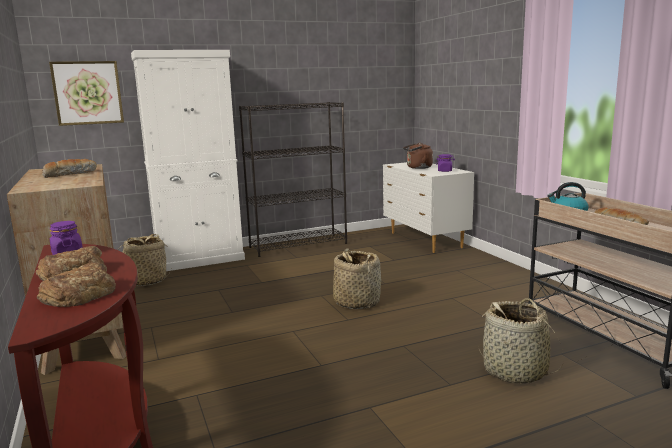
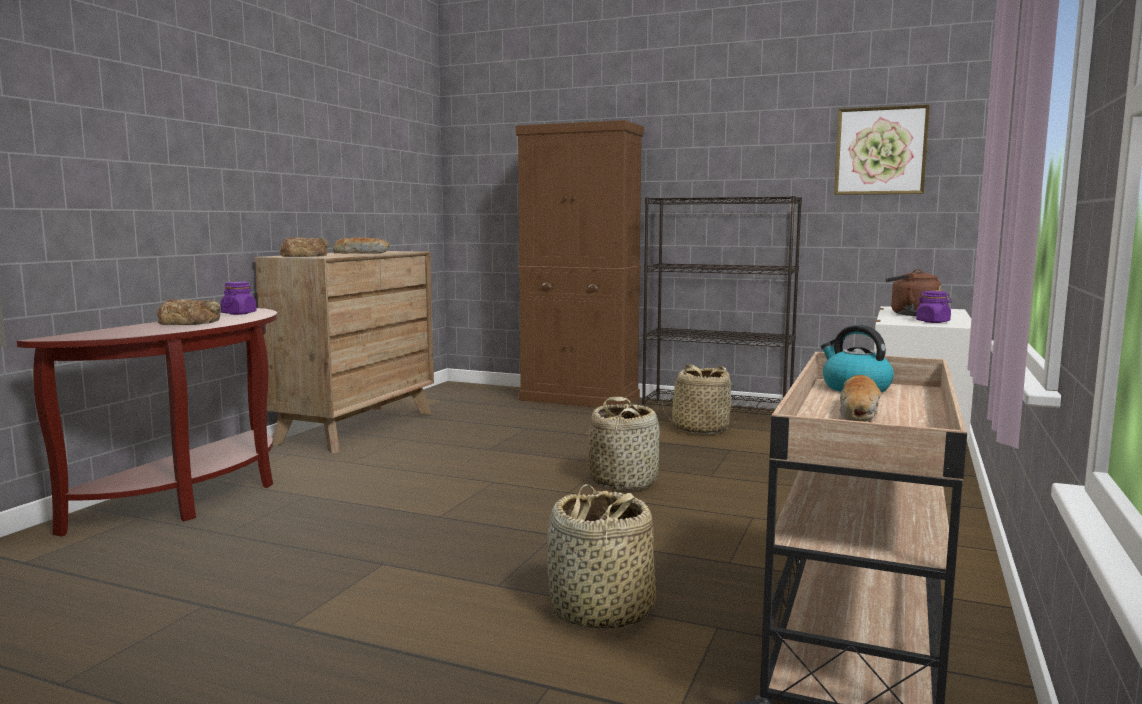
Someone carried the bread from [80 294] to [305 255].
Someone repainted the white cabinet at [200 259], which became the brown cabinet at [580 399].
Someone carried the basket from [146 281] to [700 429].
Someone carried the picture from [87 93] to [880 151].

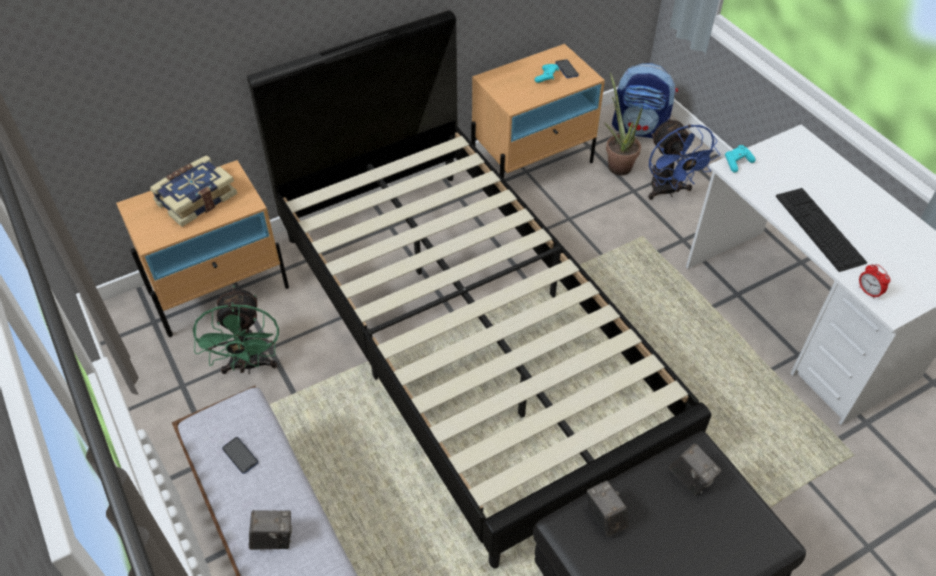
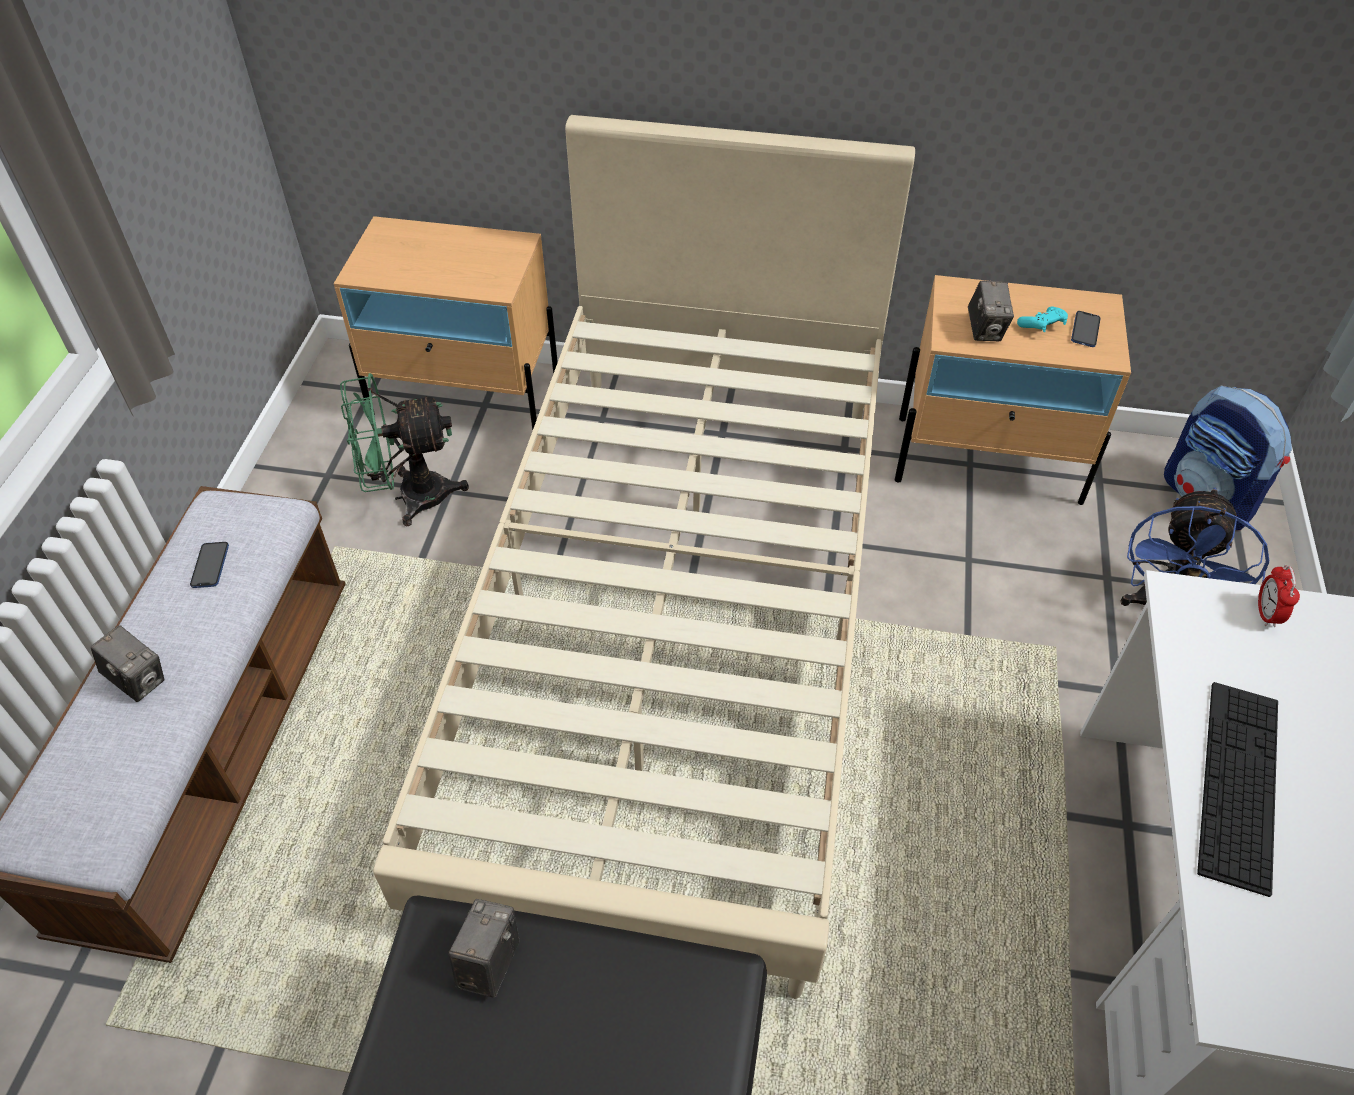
Someone rotated the green fan at [249 365] by 45 degrees clockwise.
Someone repainted the black bed at [467 336], which became the beige bed at [677 624].
Someone carried the photo camera from [691 478] to [985 330].
Someone carried the alarm clock from [868 292] to [1266 614].
Someone took away the book at [195 198].
Someone took away the potted plant at [617 164].
Someone took away the turquoise game controller at [737 162].

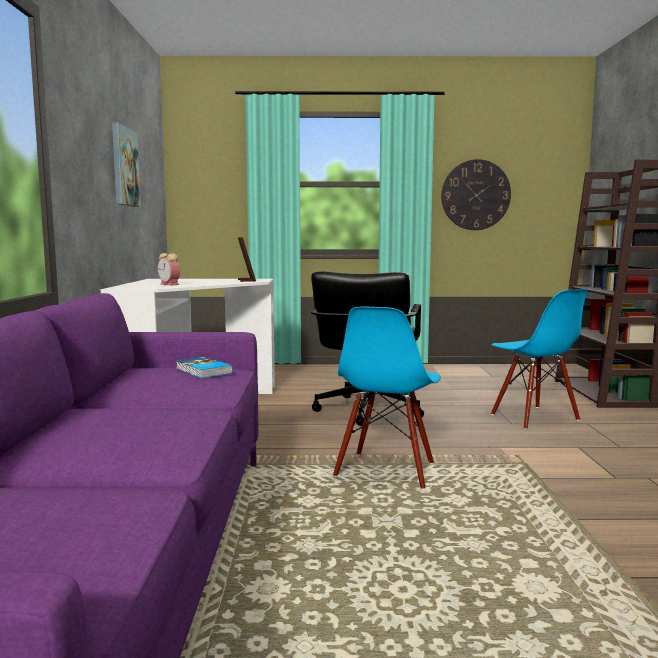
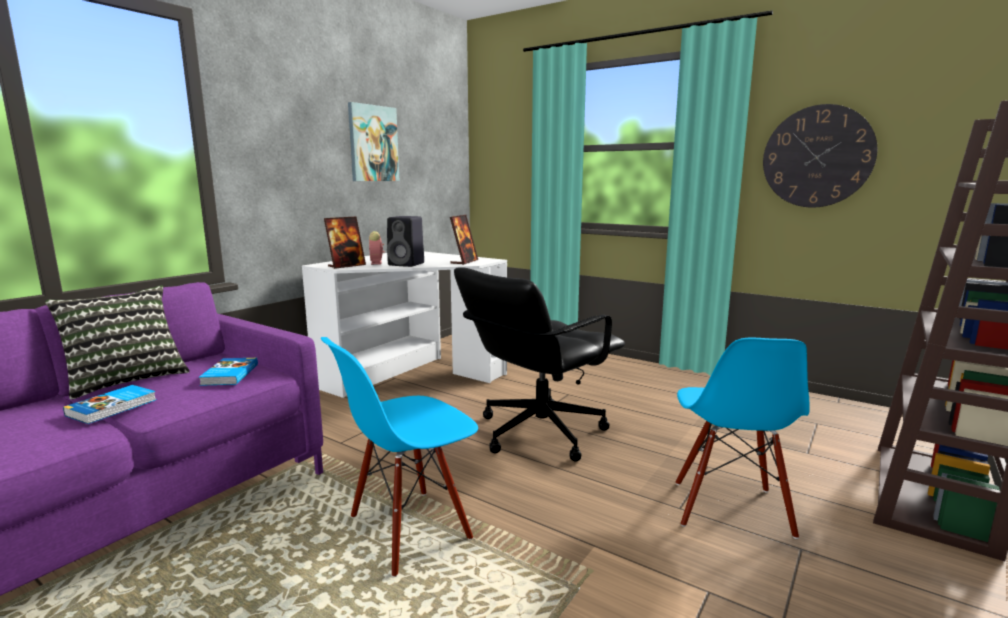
Someone put down the pillow at [126 379].
Someone put down the book at [113 407].
Someone put down the picture frame at [346 266].
Someone put down the black speaker at [407 264].

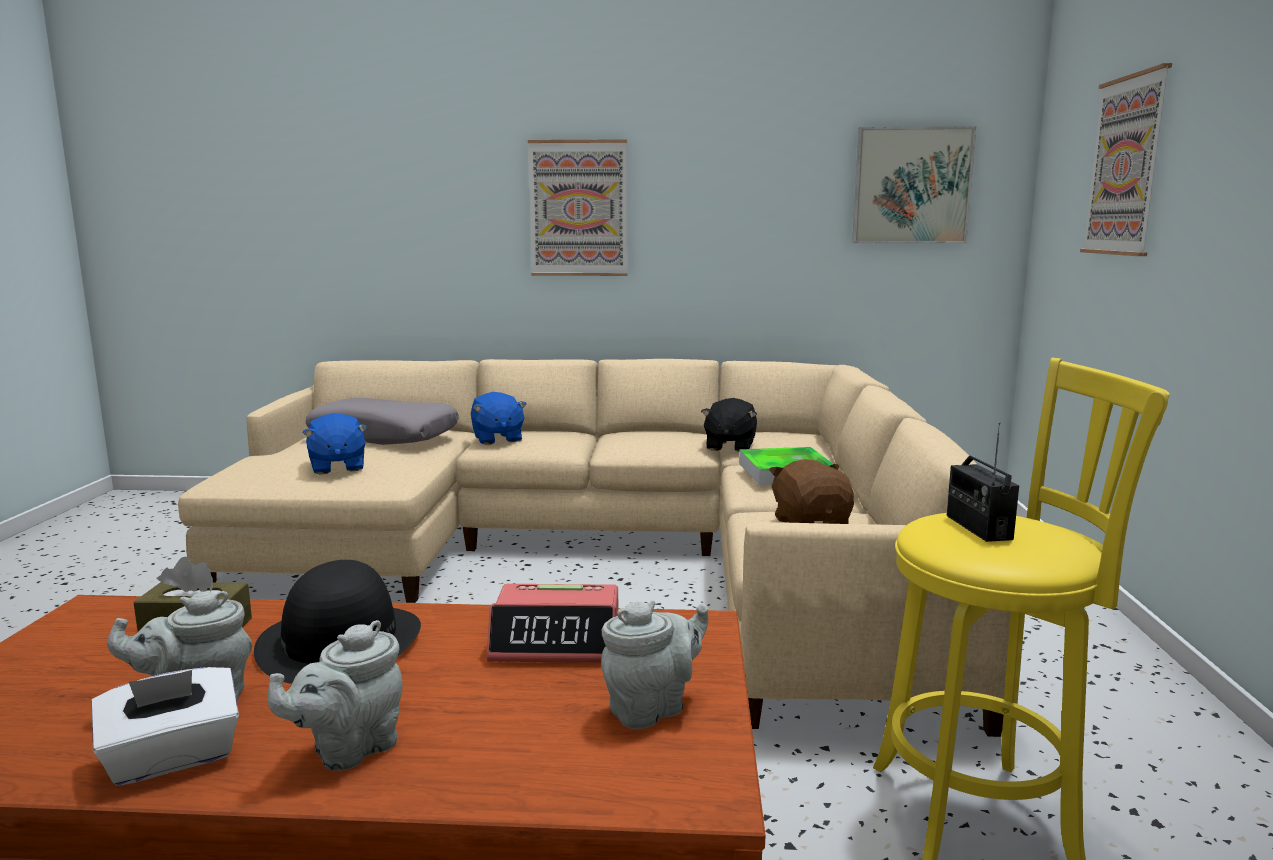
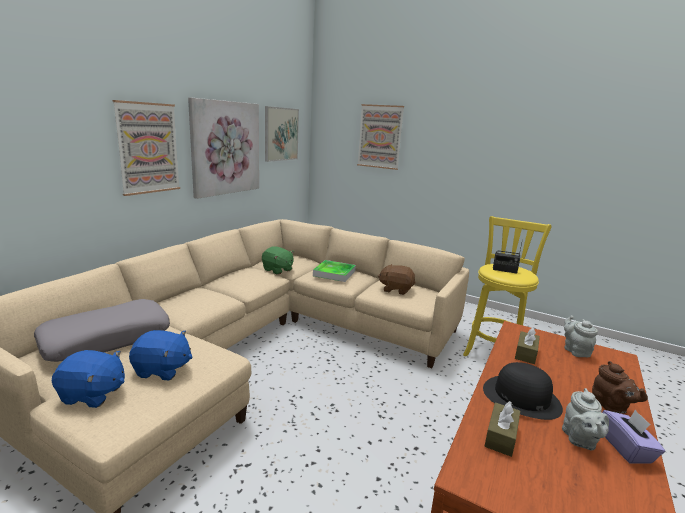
Someone carried the blue plush toy from [497 439] to [93 394].
Someone put up the picture at [226 148].
Someone repainted the black plush toy at [729 446], which became the green plush toy at [277 270].
Someone swapped the alarm clock at [557 641] for the brown tissue box at [525 353].
Someone repainted the grey teapot at [349 749], which became the brown teapot at [611 407].
Someone repainted the white tissue box at [173 758], which became the purple tissue box at [626 448].

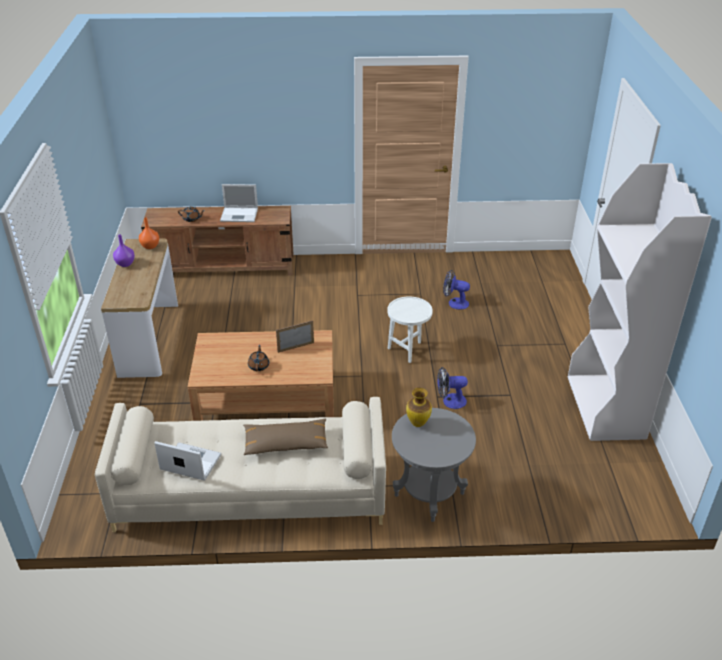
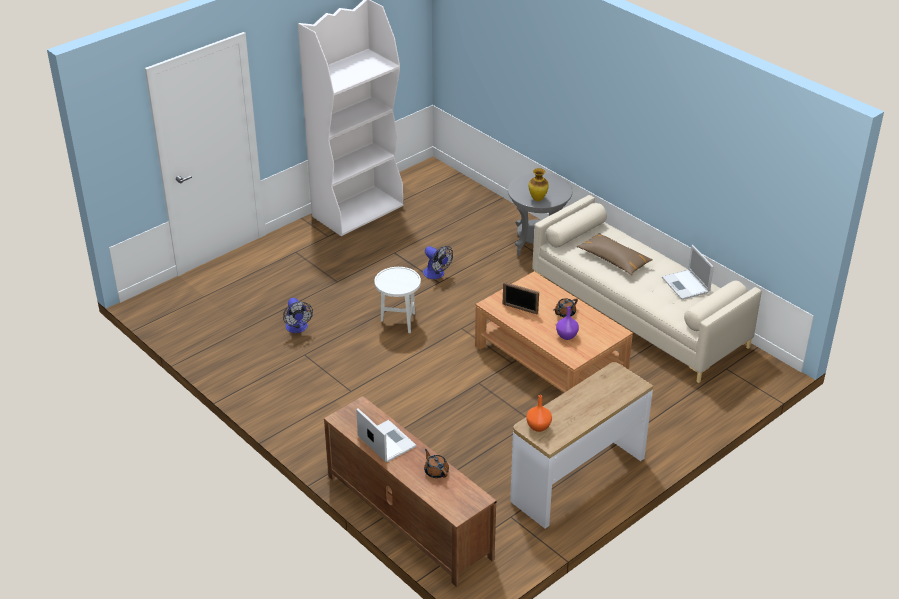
Someone carried the purple vase from [125 263] to [566 336].

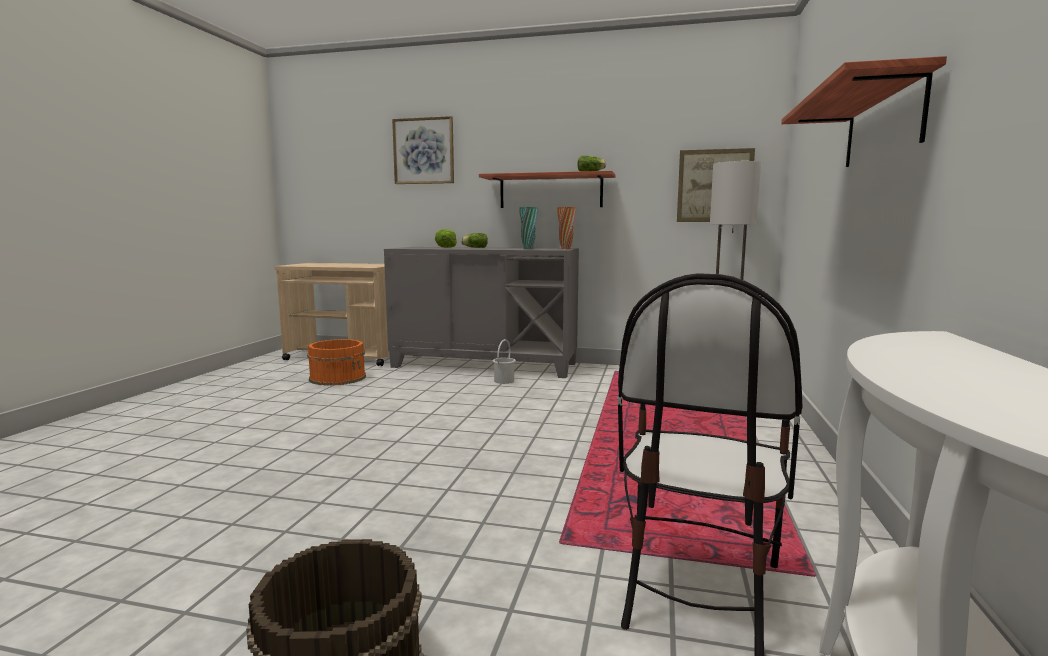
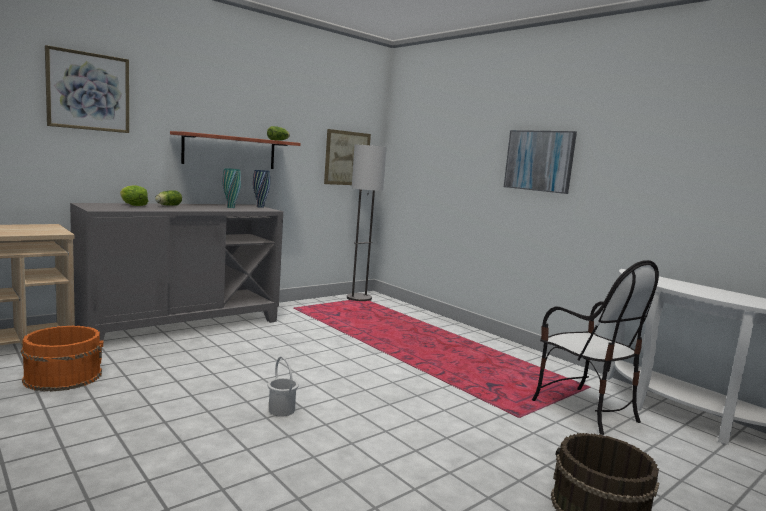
Someone repainted the orange vase at [565 248], which became the blue vase at [260 207].
Someone carried the white bucket from [503 381] to [281 410].
Someone swapped the shelf at [882 124] for the picture at [539 161].

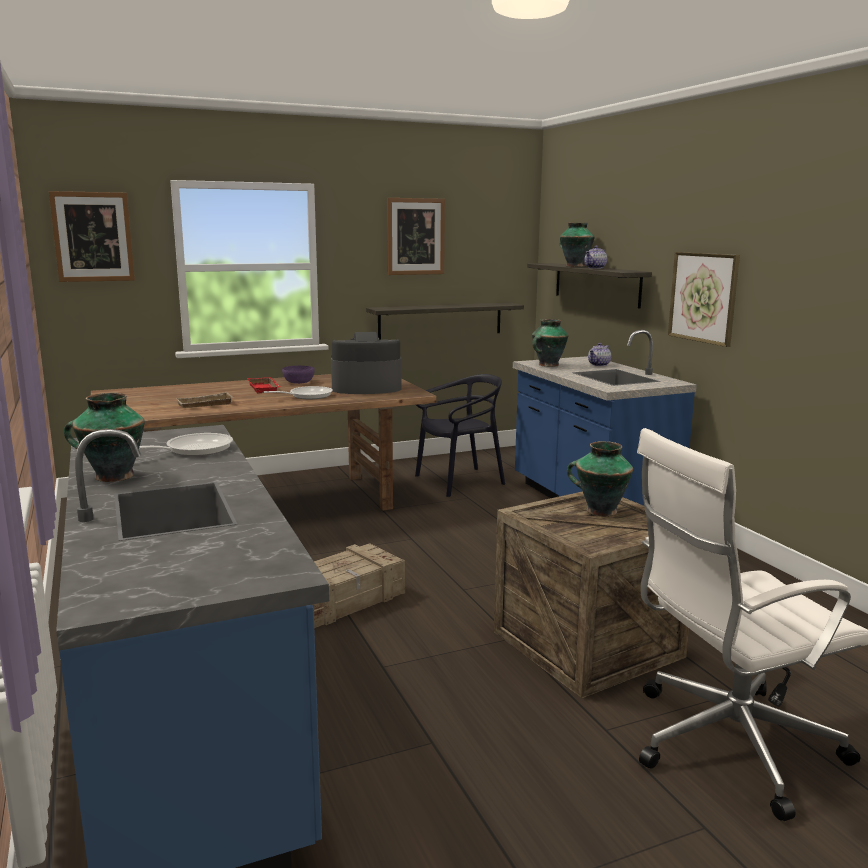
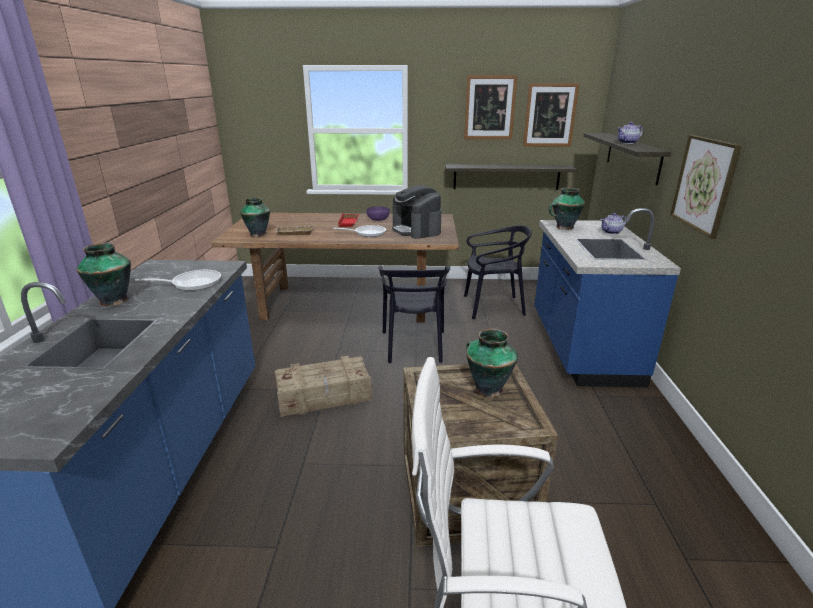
Someone carried the vase from [574 266] to [258 234].
Someone put down the black chair at [414 346].
Someone rotated the coffee machine at [365 388] by 135 degrees counterclockwise.
Someone carried the picture from [93 237] to [550 115].

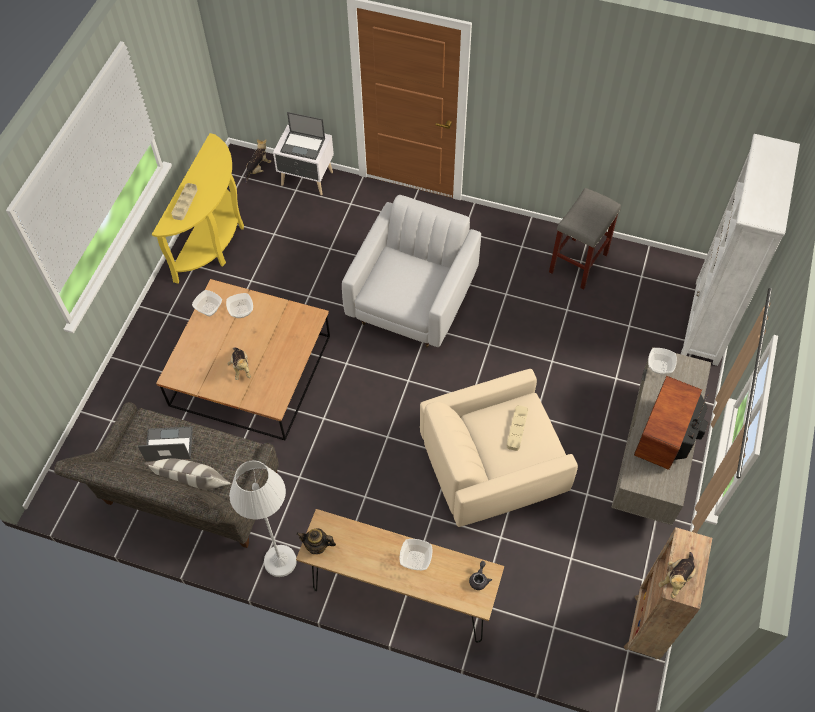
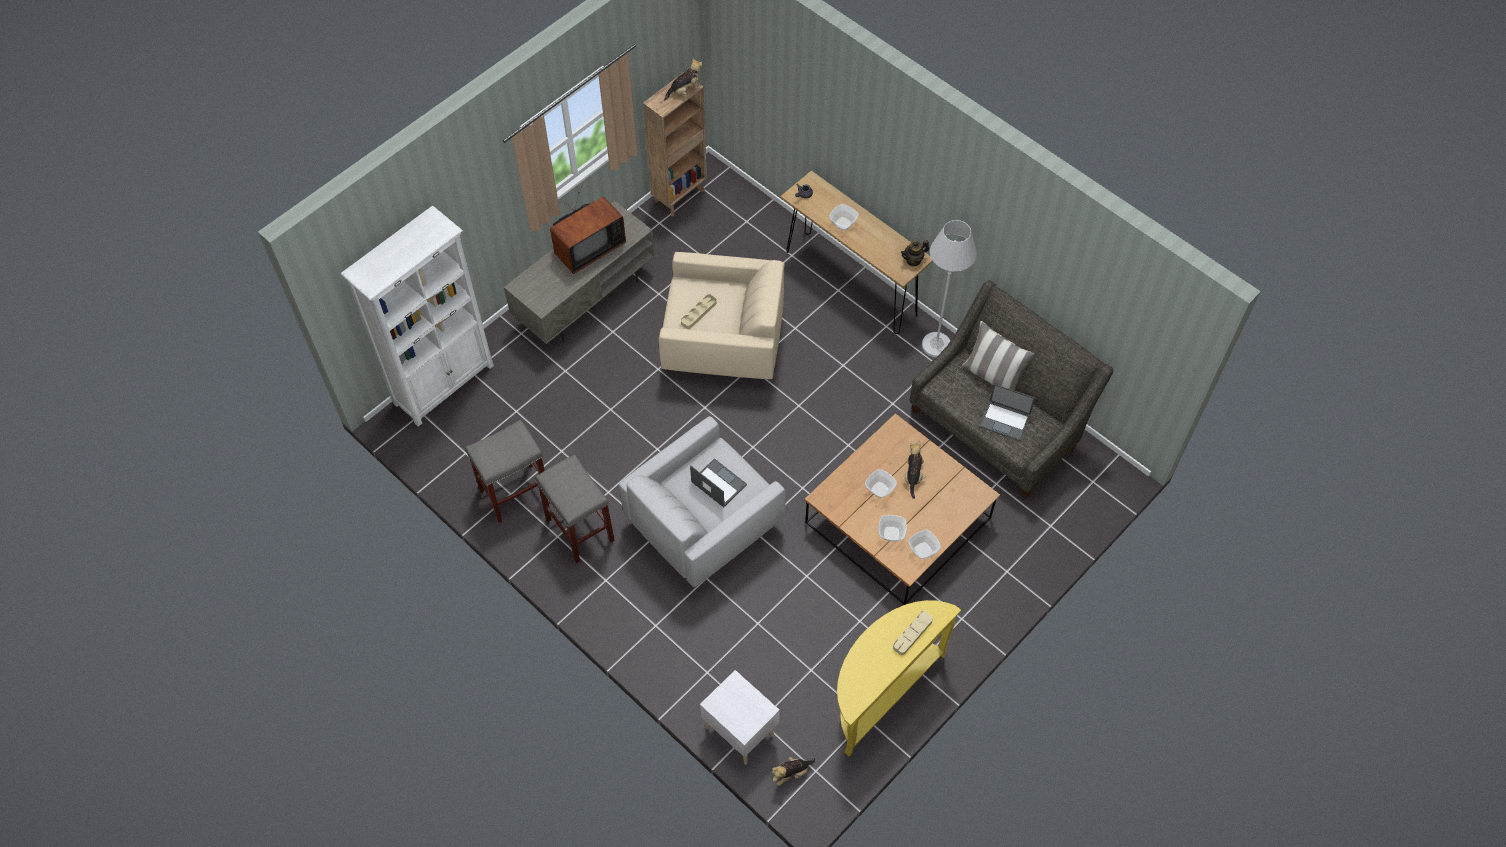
Someone put down the grey stool at [579 529].
Someone carried the laptop from [303 145] to [718 483].
Someone carried the bowl from [659 367] to [880 489].
Someone rotated the teapot at [317 546] by 120 degrees clockwise.

